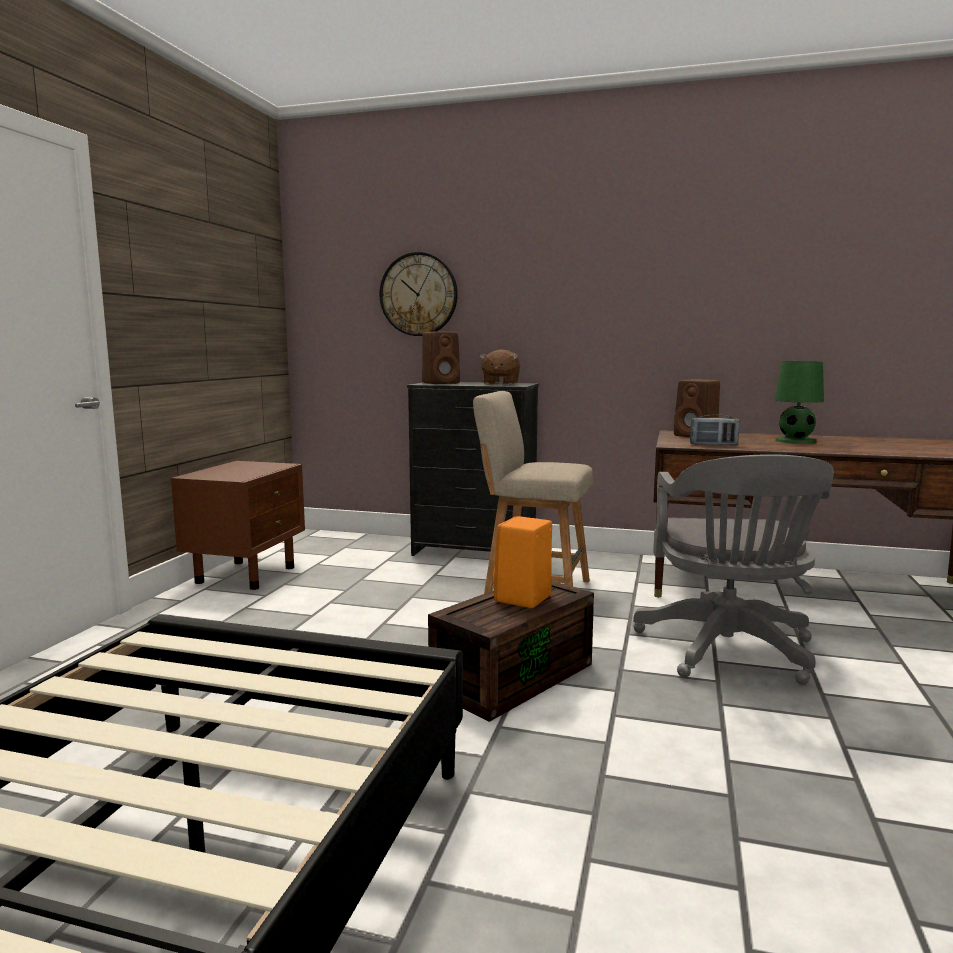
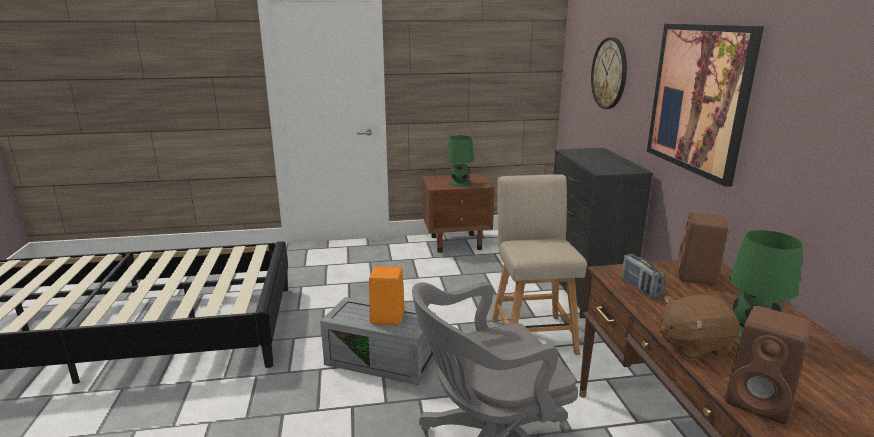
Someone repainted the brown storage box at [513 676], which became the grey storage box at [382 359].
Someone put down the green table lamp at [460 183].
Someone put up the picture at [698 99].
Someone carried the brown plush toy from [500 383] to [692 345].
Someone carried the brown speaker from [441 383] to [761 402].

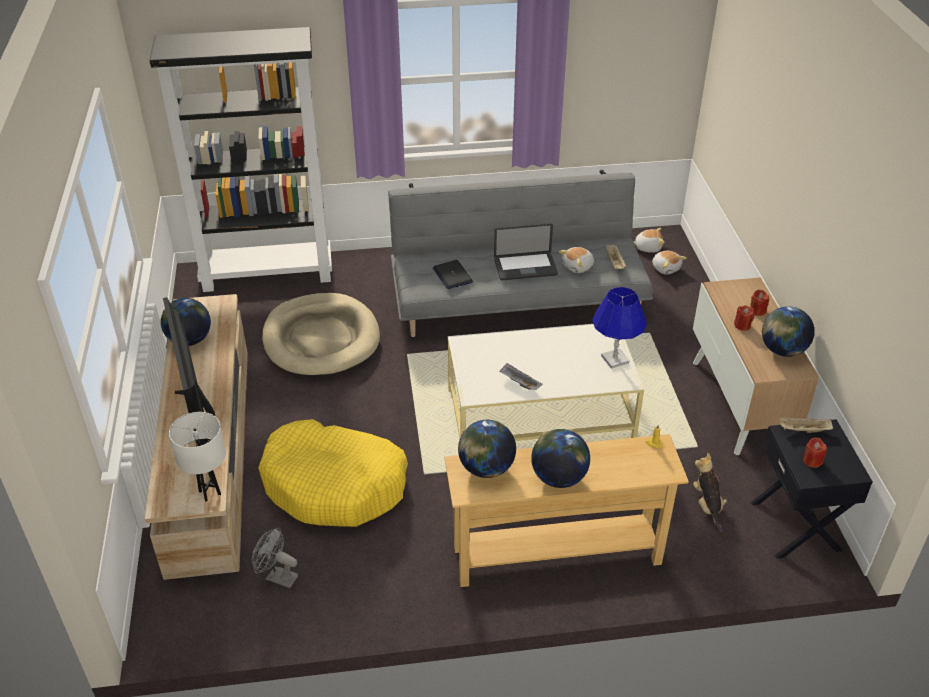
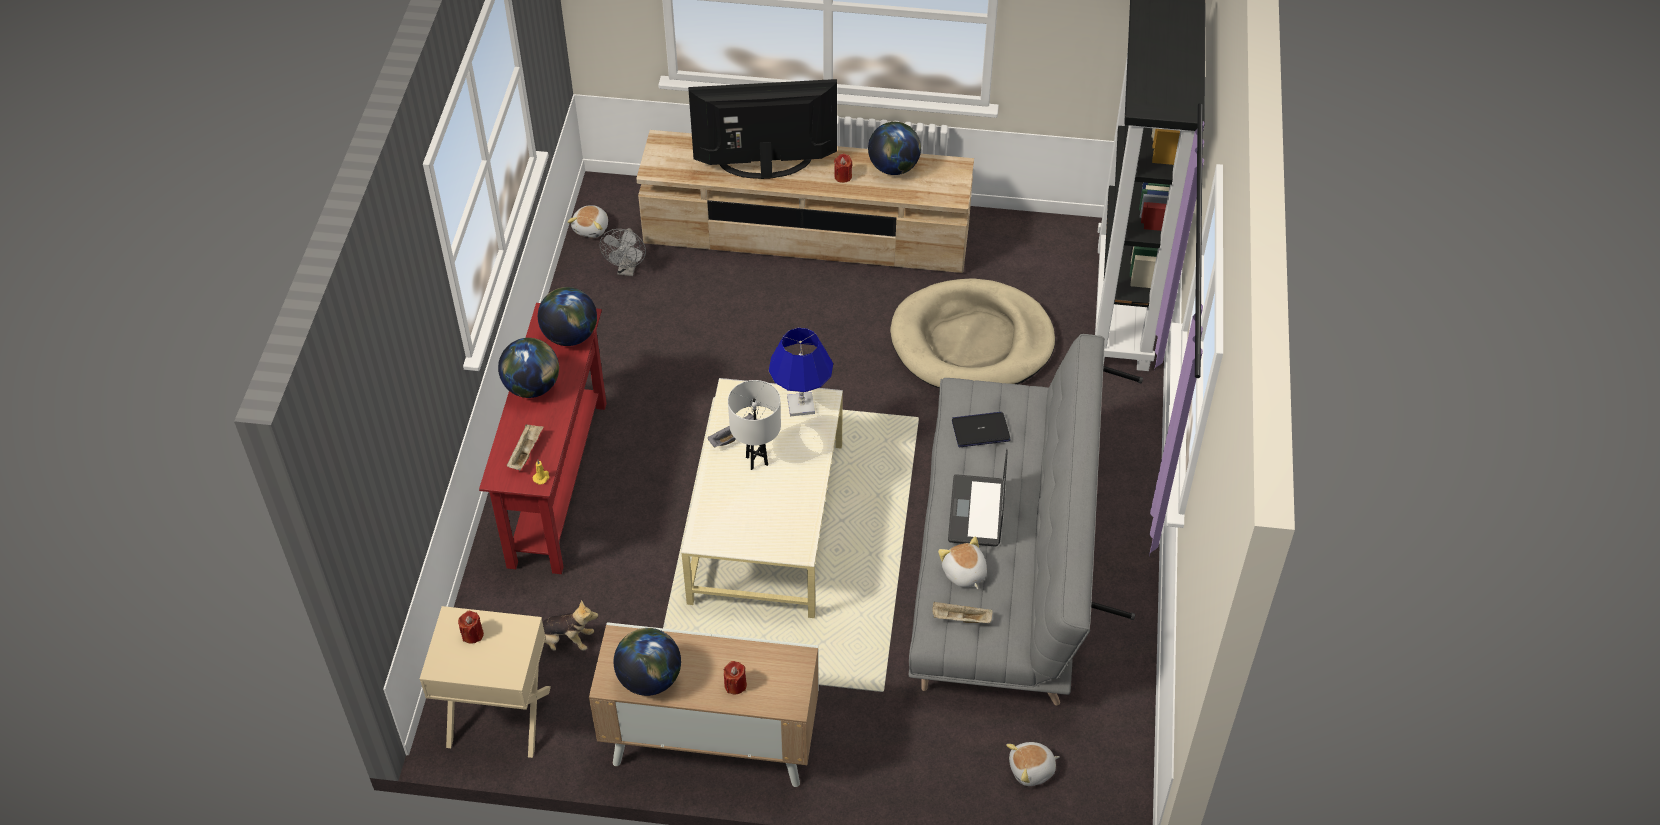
Someone repainted the black nightstand at [797 526], which became the beige nightstand at [498 718].
Someone repainted the beige console table at [557 556], which became the red console table at [557 482].
Someone carried the beige tray from [803 430] to [526 452].
Someone carried the plush toy from [648 247] to [592 228].
Someone rotated the grey fan at [277 577] by 150 degrees clockwise.
Someone carried the white table lamp from [210 493] to [756 461].
Someone carried the blue table lamp from [614 359] to [801 405].
Someone carried the red candle from [742 325] to [843 176].
Someone took away the yellow dog bed at [335 485].

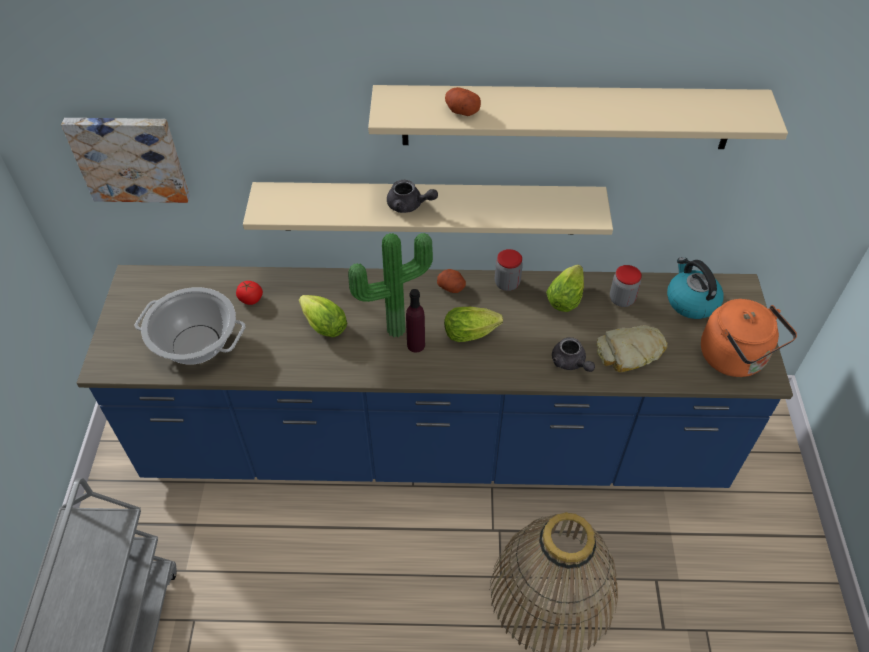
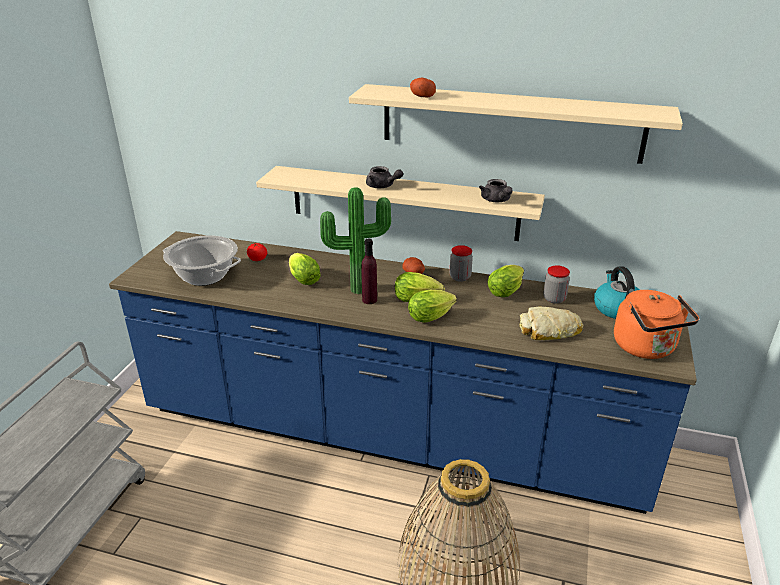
Someone put down the lettuce at [432 317].
Someone carried the grey teapot from [570 363] to [496 200].
Someone took away the picture at [130 157].

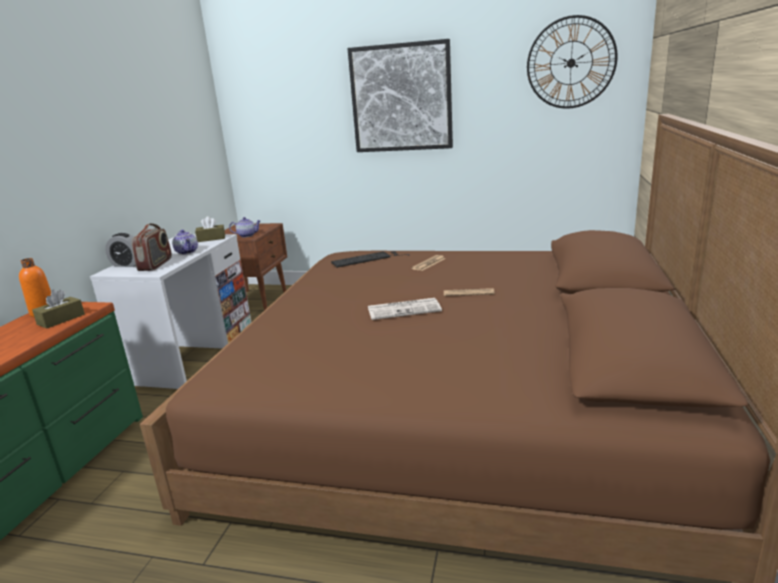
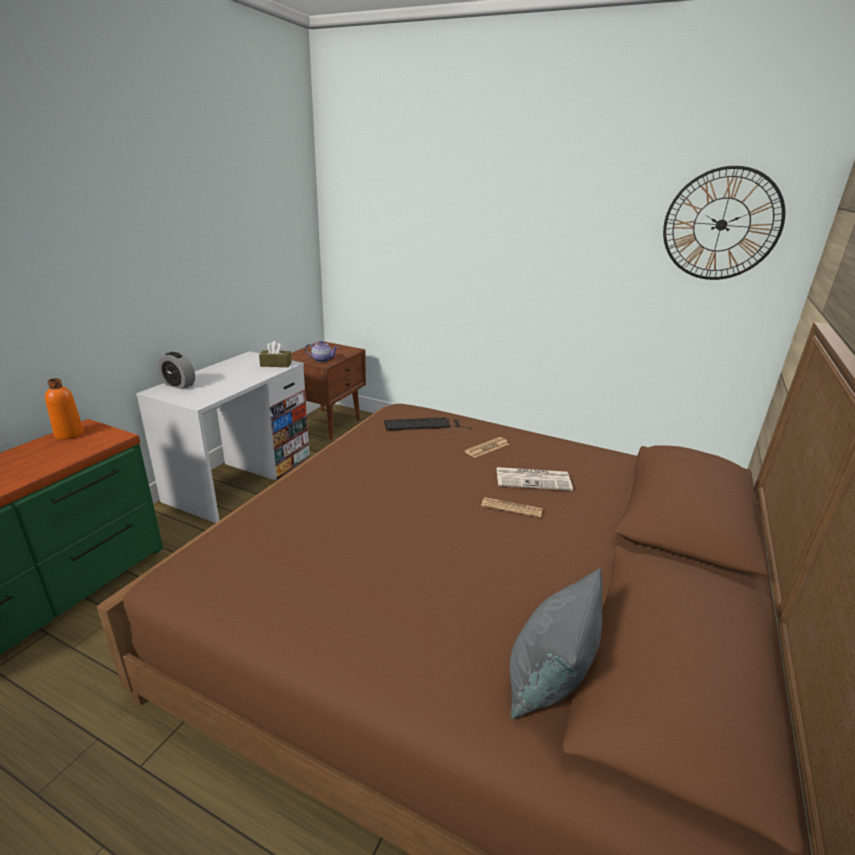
Someone carried the newspaper from [404 309] to [534 479].
Someone put down the grey pillow at [548 678].
Someone took away the brown tissue box at [61 319].
Someone took away the radio at [156 265].
Someone took away the teapot at [187 252].
Someone took away the picture at [401 98].

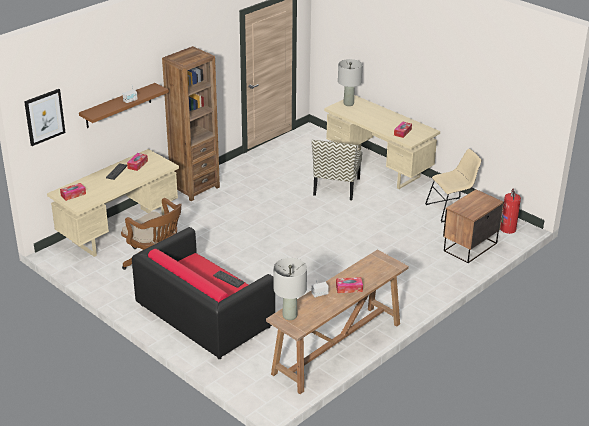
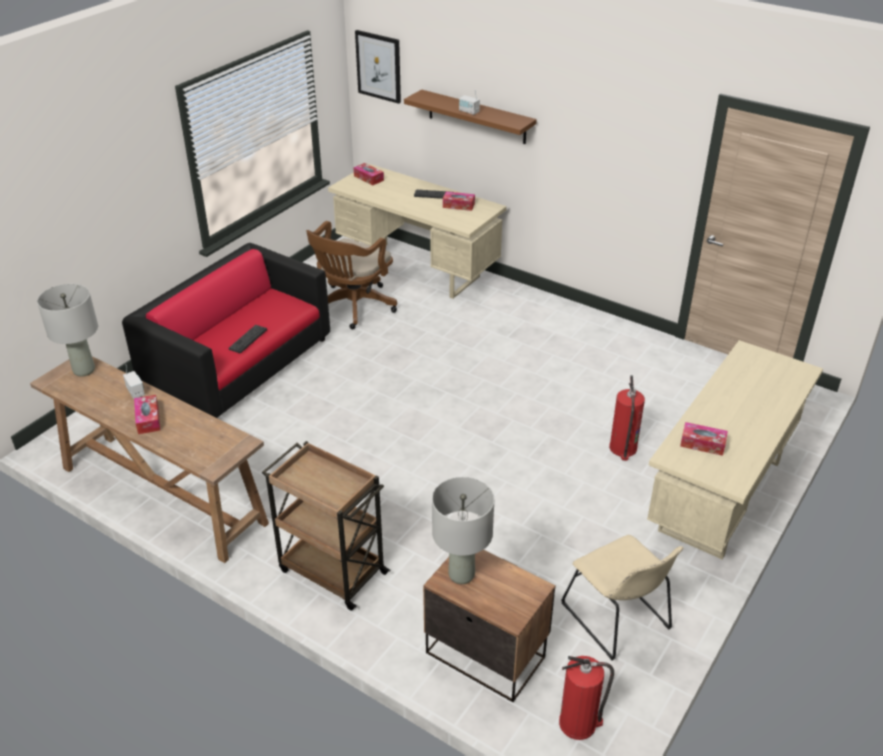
Someone put down the brown cart at [331 570].
Someone carried the grey table lamp from [348 104] to [461 575].
Someone swapped the chair at [336 187] for the fire extinguisher at [623 448].
Someone took away the brown bookcase at [195 188].

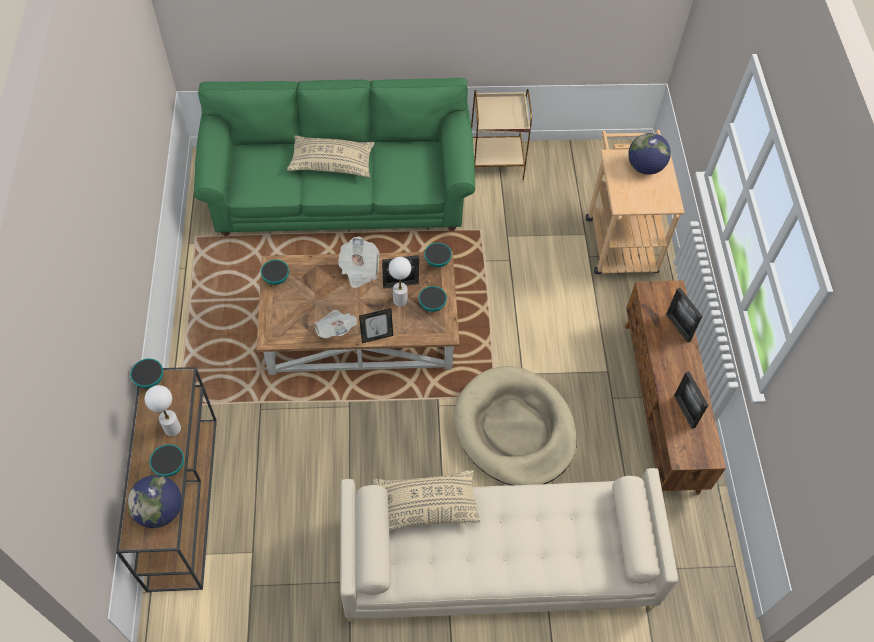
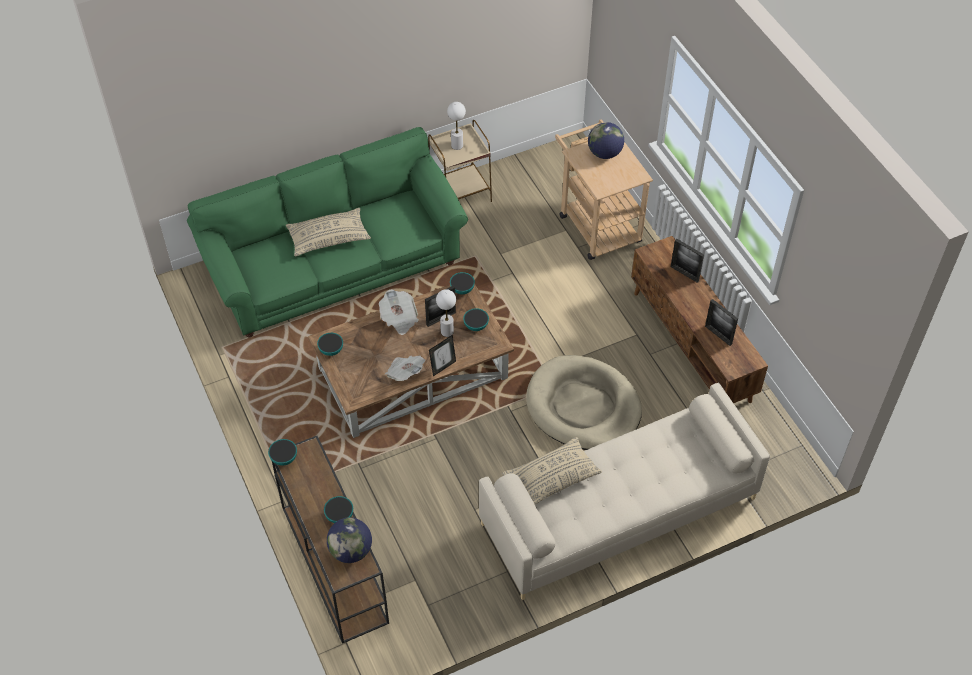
Someone carried the white table lamp from [172 429] to [457 145].

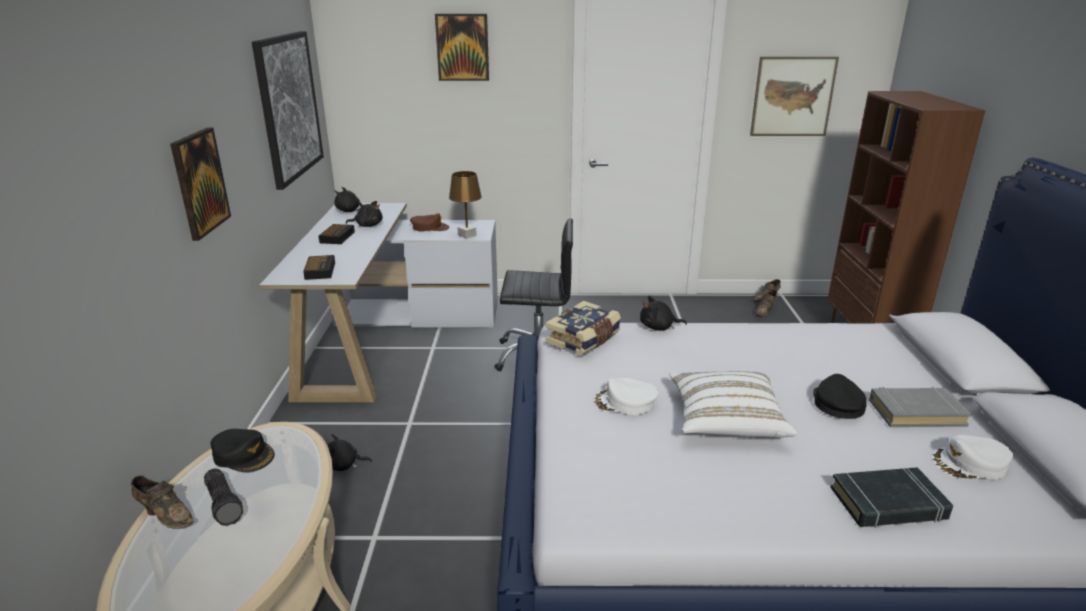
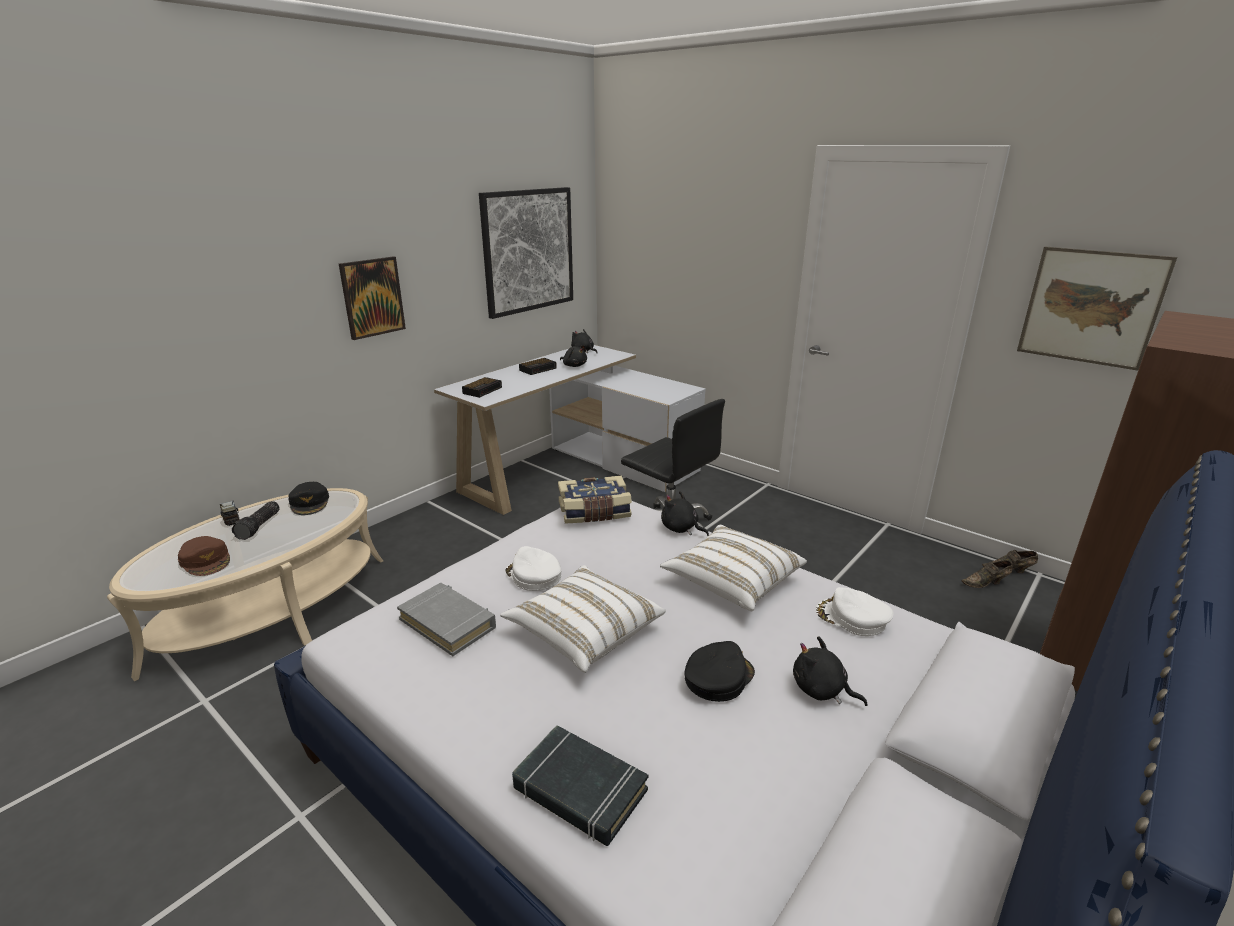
Someone carried the brown cap from [430 227] to [206 560].
Someone swapped the brown shoe at [165 515] for the toy truck at [231 519].
Someone carried the grey book from [916 412] to [448 623].
Someone put down the white pillow at [732 582].
Someone carried the black plush toy from [344 465] to [821 690].
Someone carried the white cap from [970 464] to [852 618].
Someone took away the picture at [462 47].
Someone took away the brown table lamp at [466 235].

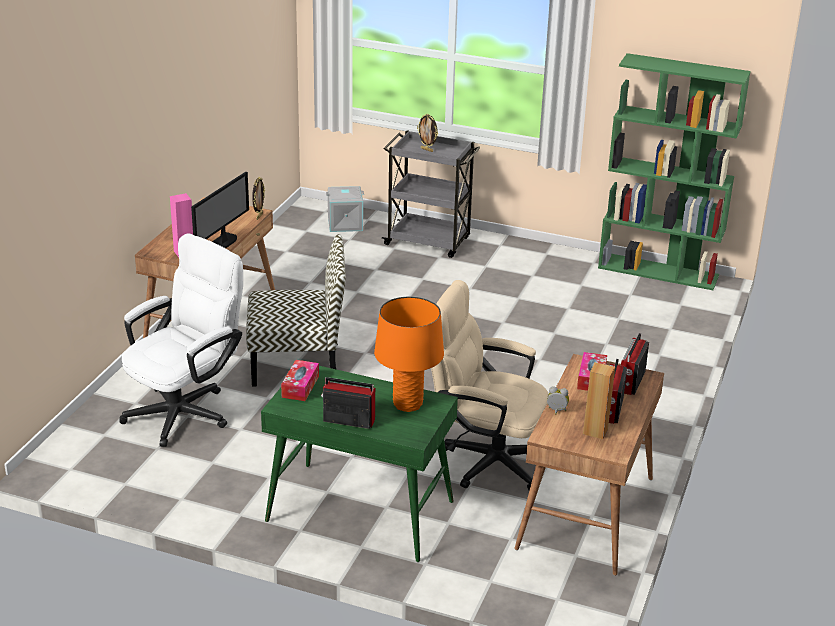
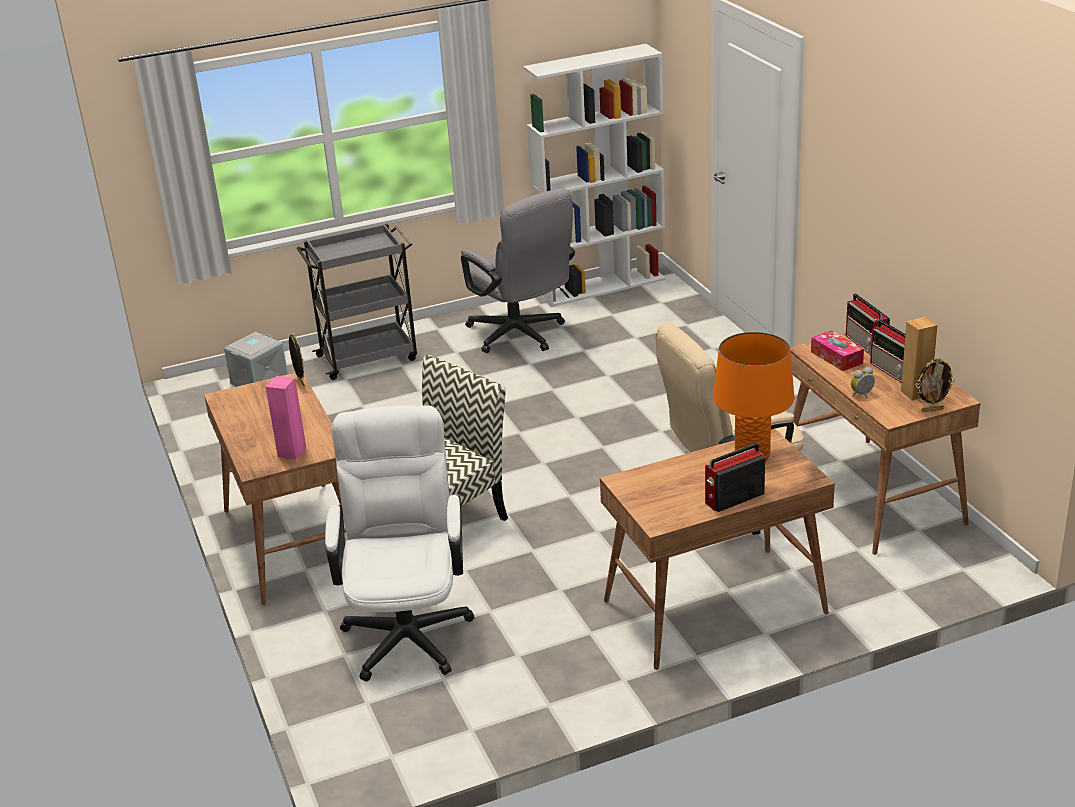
Someone put down the grey office chair at [521 336].
Someone repainted the green bookcase at [659 271], which became the white bookcase at [602 286].
Someone repainted the green desk at [359 512], which became the brown desk at [714 608].
Someone carried the picture frame from [427 150] to [932 410].
Someone took away the monitor at [222 243].
Someone took away the tissue box at [300 386].

